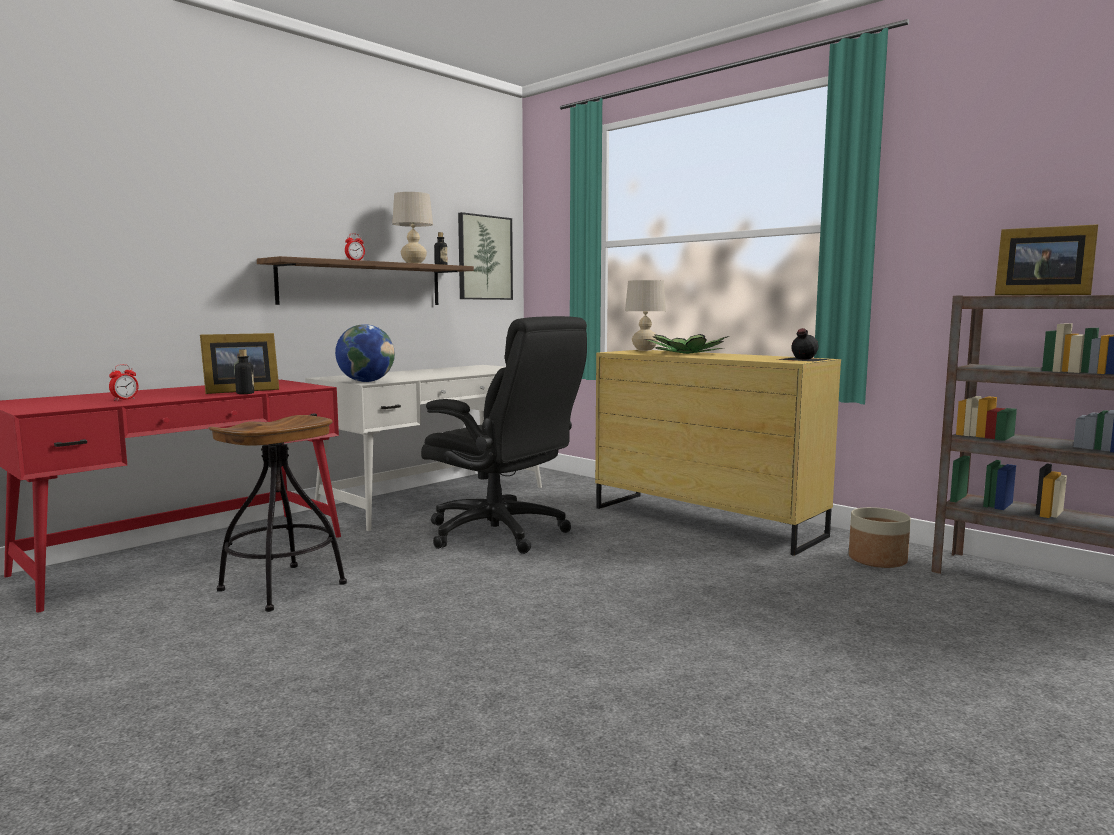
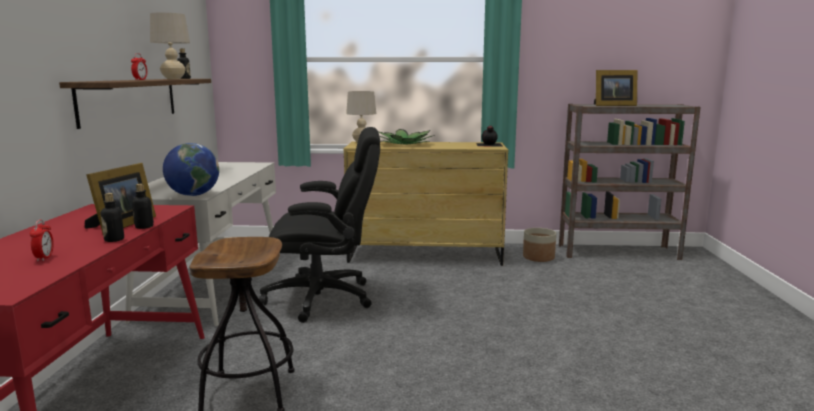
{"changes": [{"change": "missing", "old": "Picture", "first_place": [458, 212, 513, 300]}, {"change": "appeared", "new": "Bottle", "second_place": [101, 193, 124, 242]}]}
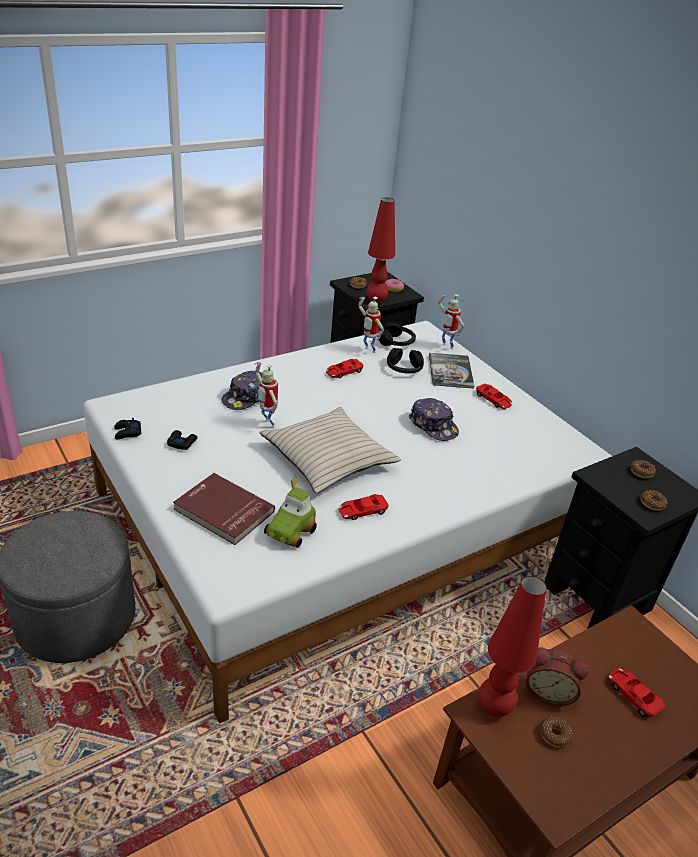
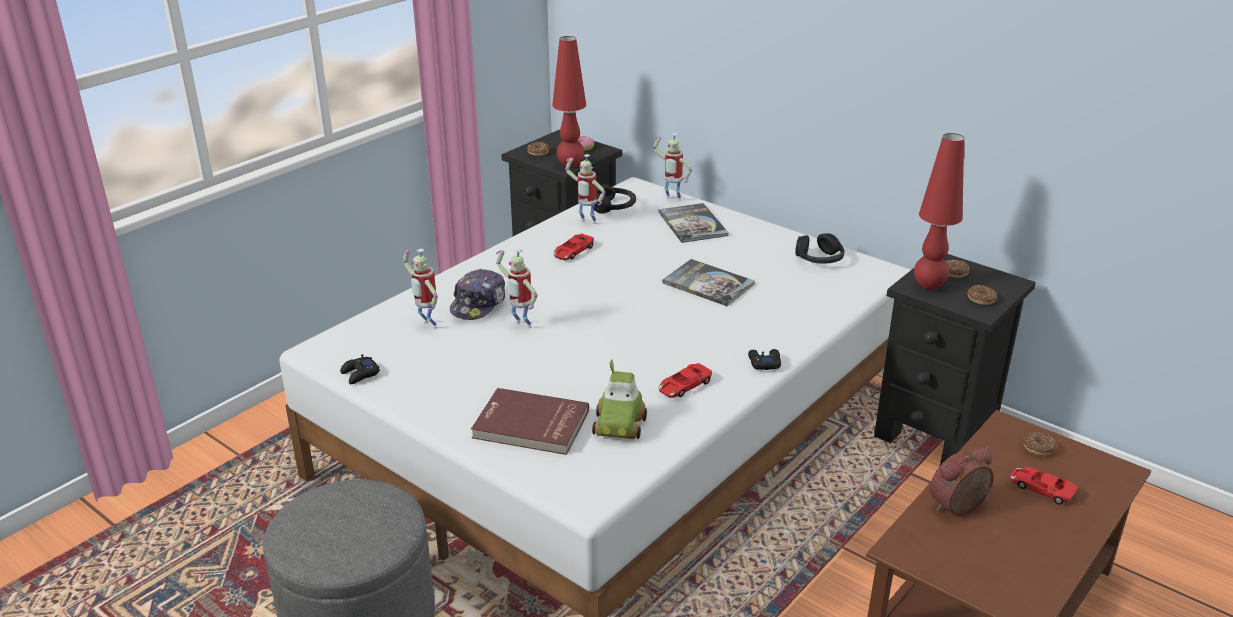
{"changes": [{"change": "relocated", "old": "BlackHeadphones", "first_place": [387, 348, 424, 374], "second_place": [795, 233, 845, 264]}, {"change": "missing", "old": "RedToyCar", "first_place": [476, 383, 512, 409]}, {"change": "exchanged", "old": "Cap", "new": "Book", "first_place": [409, 398, 459, 441], "second_place": [662, 259, 755, 306]}, {"change": "missing", "old": "BeigePillow", "first_place": [260, 407, 401, 493]}, {"change": "relocated", "old": "BlackGameController", "first_place": [167, 430, 197, 450], "second_place": [748, 349, 781, 370]}, {"change": "relocated", "old": "RedTableLamp", "first_place": [479, 576, 547, 717], "second_place": [914, 133, 964, 290]}, {"change": "spun", "old": "AlarmClock", "first_place": [526, 647, 589, 706], "second_place": [930, 447, 994, 516], "degrees": 150}, {"change": "relocated", "old": "Donut", "first_place": [540, 716, 572, 747], "second_place": [1023, 432, 1056, 456]}, {"change": "appeared", "new": "ToyRobot", "second_place": [401, 248, 438, 329]}]}
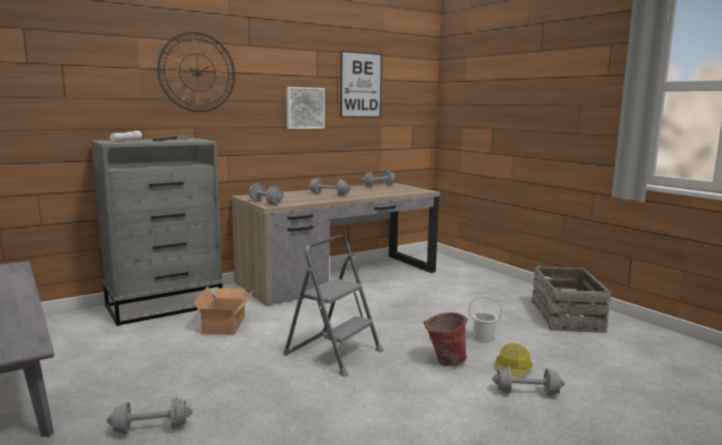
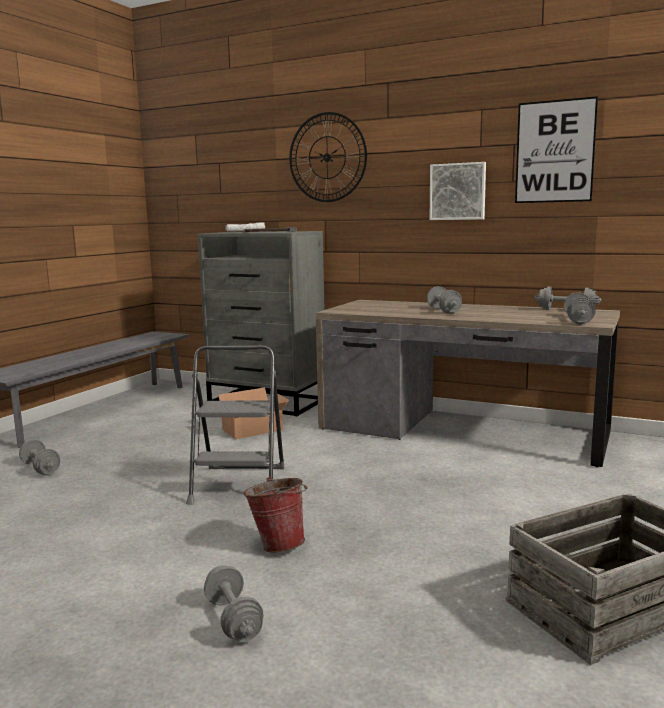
{"changes": [{"change": "relocated", "old": "GreyDumbbell", "first_place": [248, 183, 283, 205], "second_place": [564, 292, 596, 324]}, {"change": "missing", "old": "WhiteBucket", "first_place": [469, 295, 502, 343]}, {"change": "missing", "old": "HardHat", "first_place": [496, 343, 532, 377]}]}
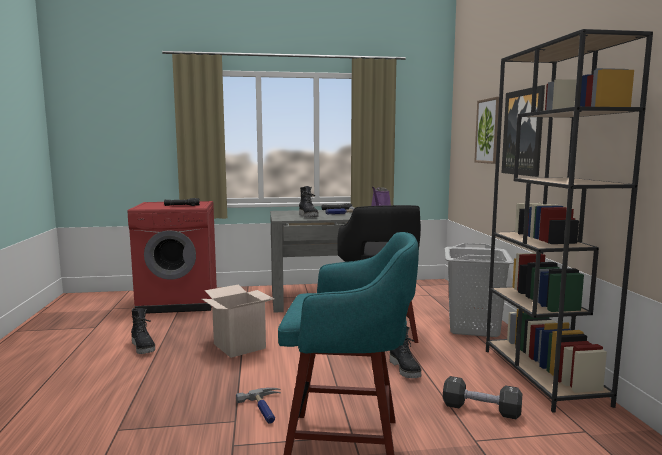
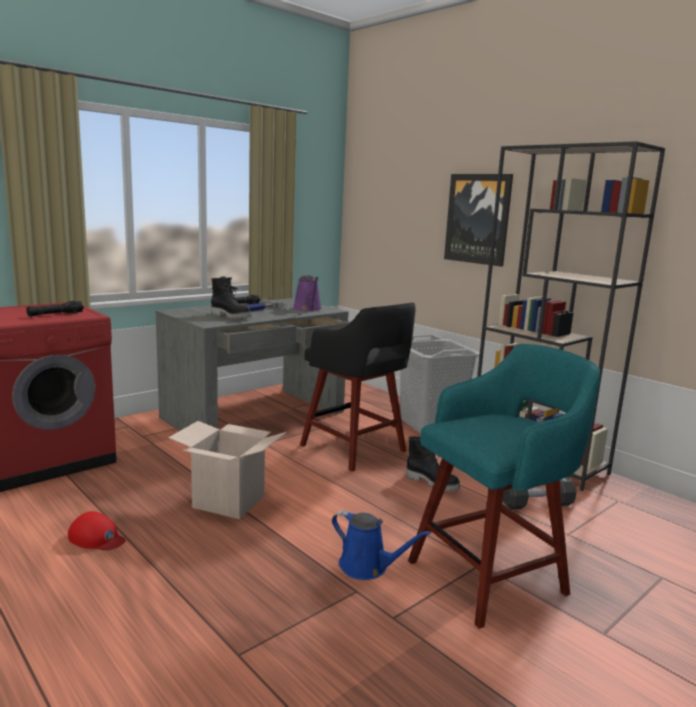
{"changes": [{"change": "missing", "old": "Picture", "first_place": [474, 97, 499, 164]}, {"change": "exchanged", "old": "BlackBoot", "new": "RedCap", "first_place": [131, 308, 155, 354], "second_place": [68, 511, 126, 551]}, {"change": "exchanged", "old": "Hammer", "new": "BlueWateringCan", "first_place": [236, 388, 281, 424], "second_place": [332, 510, 431, 580]}]}
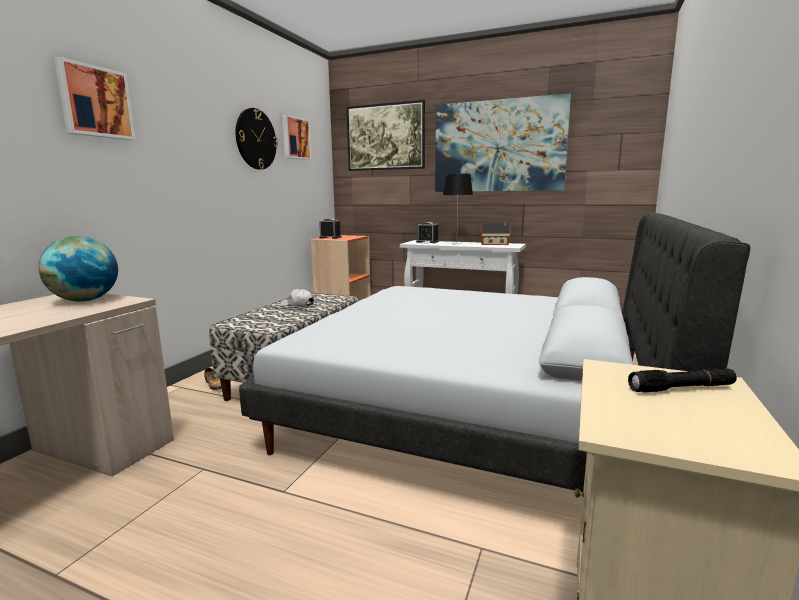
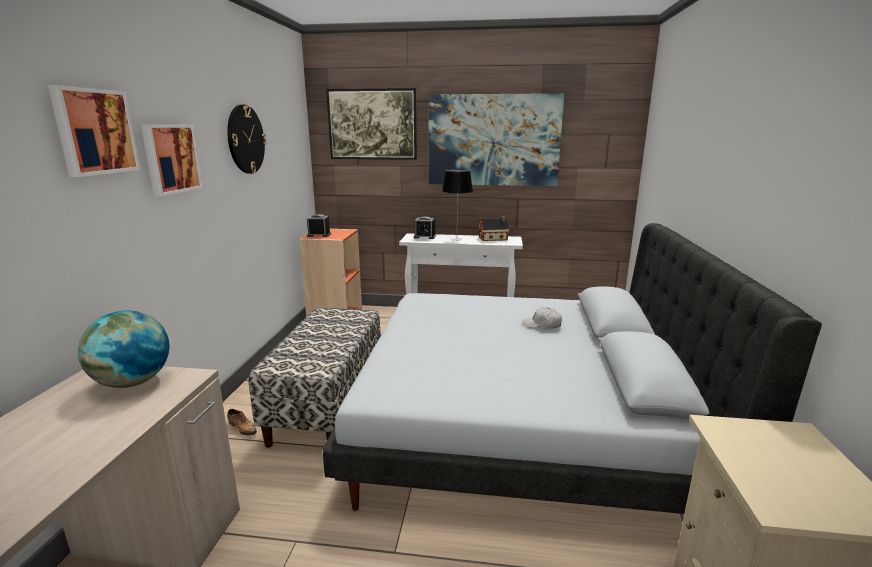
{"changes": [{"change": "relocated", "old": "Picture", "first_place": [282, 114, 312, 160], "second_place": [141, 124, 203, 196]}, {"change": "relocated", "old": "WhiteCap", "first_place": [280, 289, 314, 307], "second_place": [523, 307, 562, 328]}, {"change": "missing", "old": "BlackFlashlight", "first_place": [628, 368, 737, 392]}]}
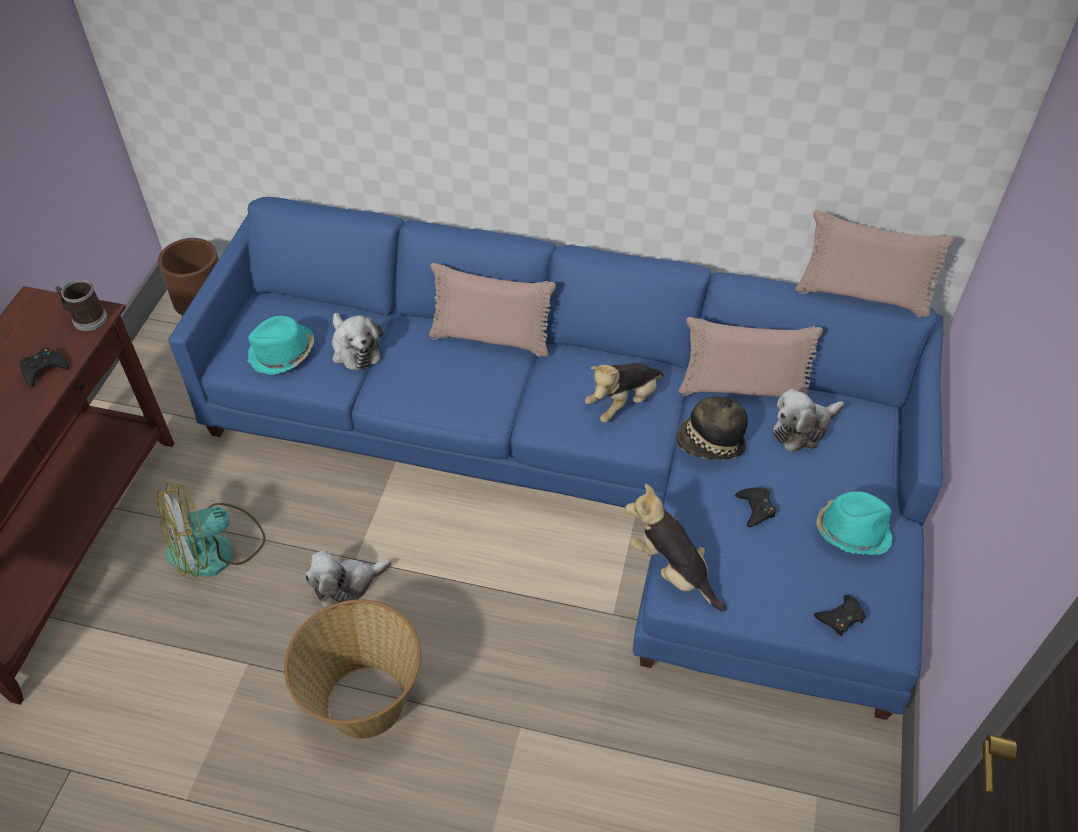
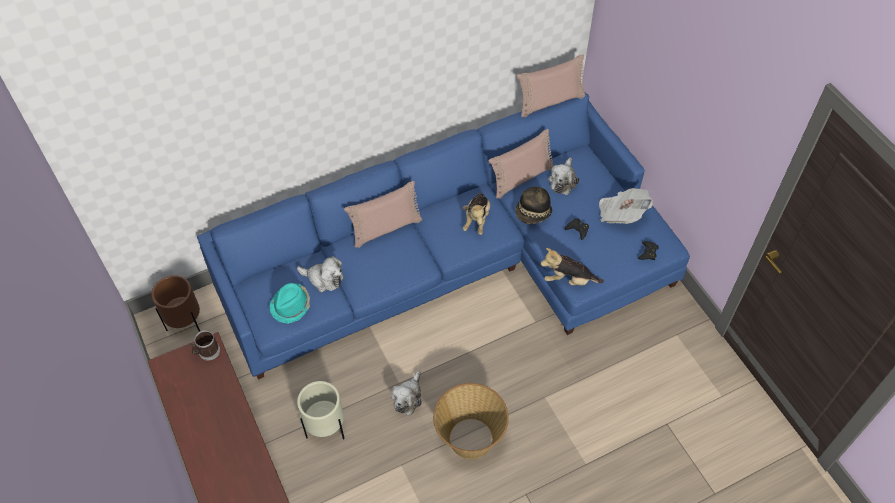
{"changes": [{"change": "missing", "old": "BlackGameController", "first_place": [20, 348, 69, 388]}, {"change": "exchanged", "old": "Fan", "new": "BeigePlanter", "first_place": [157, 483, 266, 578], "second_place": [297, 381, 345, 439]}, {"change": "exchanged", "old": "TurquoiseHat", "new": "Newspaper", "first_place": [816, 491, 893, 555], "second_place": [599, 188, 653, 224]}]}
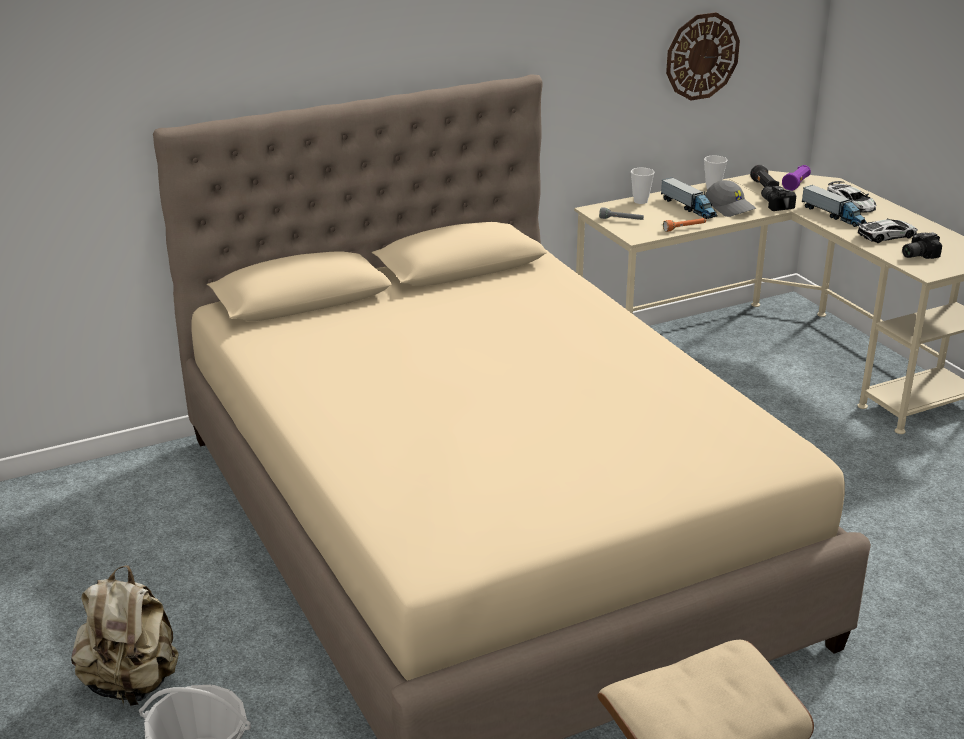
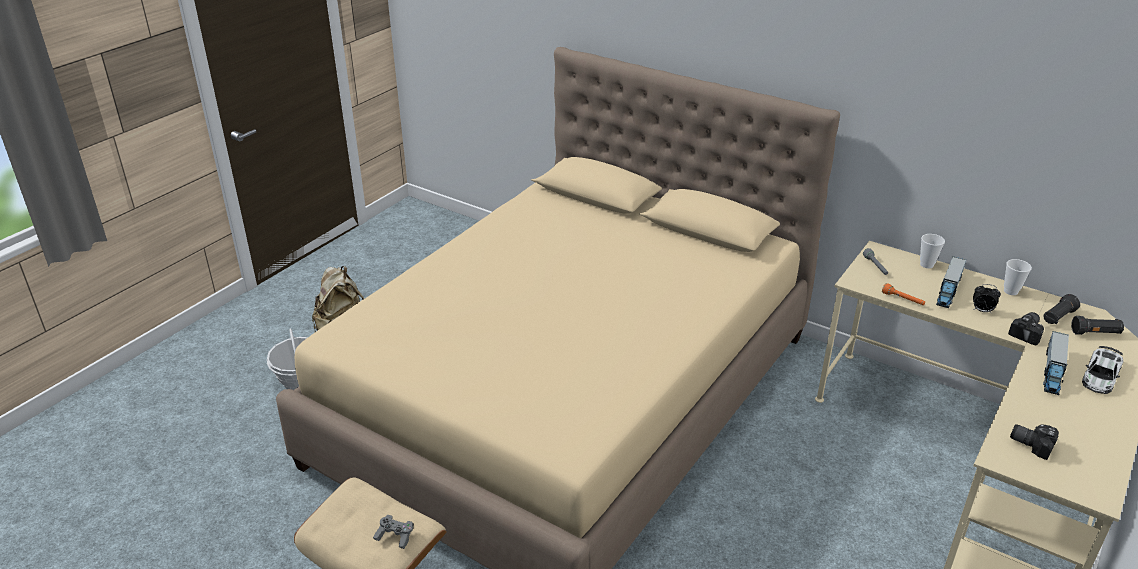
{"changes": [{"change": "missing", "old": "WallClock", "first_place": [666, 12, 740, 101]}, {"change": "colour", "old": "PurpleFlashlight", "new": "BlackFlashlight", "first_place": [782, 165, 811, 191], "second_place": [1071, 316, 1124, 335]}, {"change": "exchanged", "old": "GreyCap", "new": "AlarmClock", "first_place": [705, 180, 756, 217], "second_place": [973, 284, 1001, 314]}, {"change": "missing", "old": "ToyCar", "first_place": [857, 218, 918, 243]}, {"change": "appeared", "new": "GreyGameController", "second_place": [373, 515, 414, 549]}]}
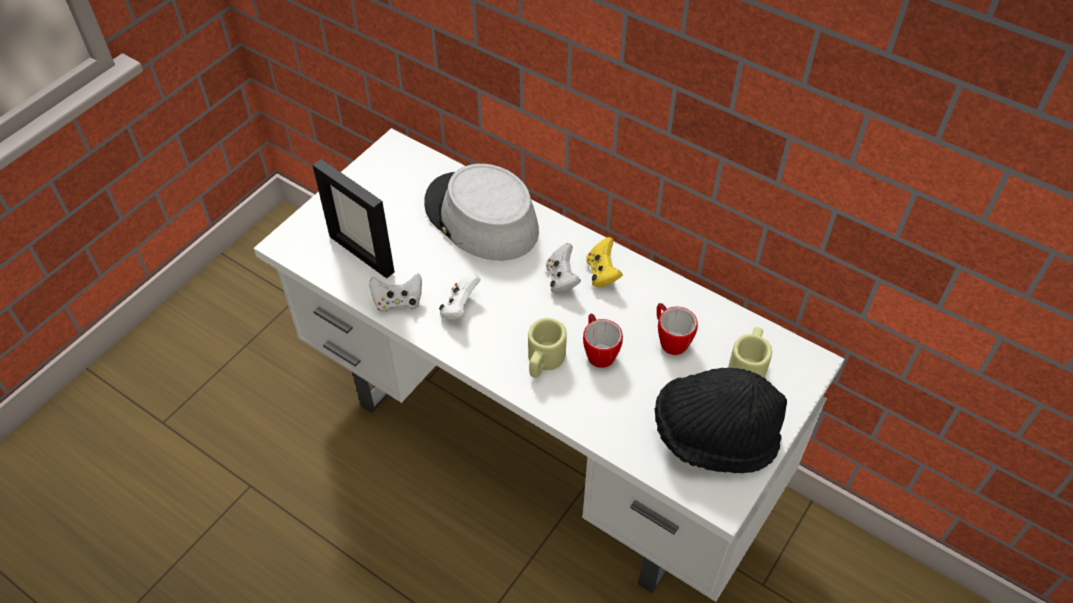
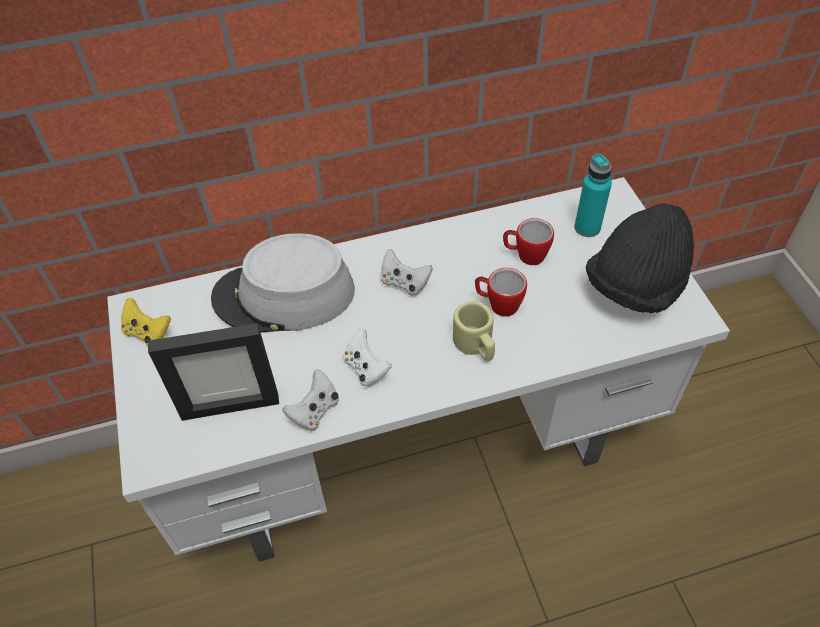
{"changes": [{"change": "relocated", "old": "YellowGameController", "first_place": [586, 237, 623, 288], "second_place": [121, 298, 171, 346]}, {"change": "exchanged", "old": "BeigeMug", "new": "TurquoiseBottle", "first_place": [728, 327, 772, 378], "second_place": [574, 154, 612, 237]}]}
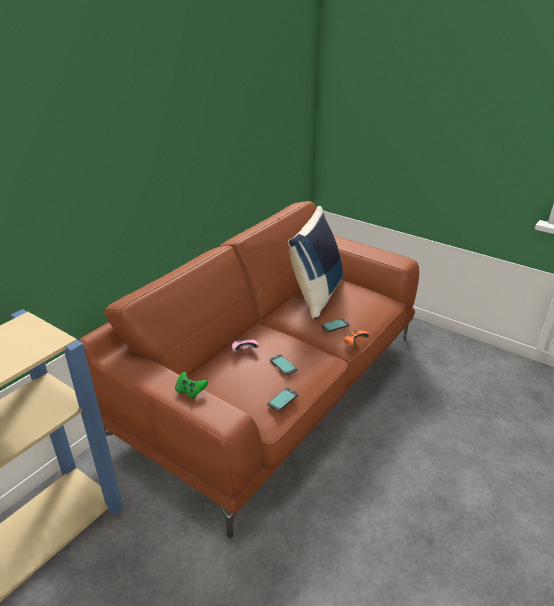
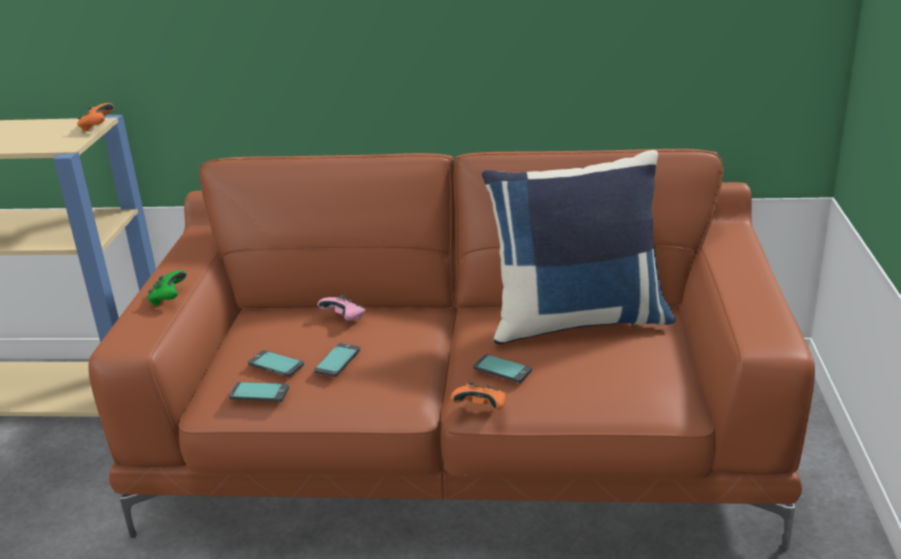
{"changes": [{"change": "appeared", "new": "OrangeGameController", "second_place": [77, 103, 114, 132]}, {"change": "appeared", "new": "Phone", "second_place": [248, 350, 304, 377]}]}
